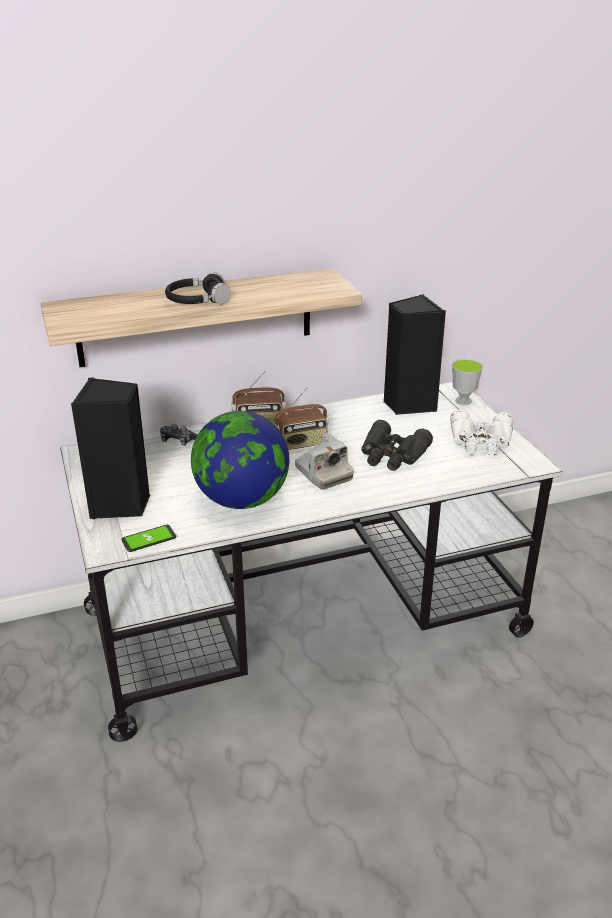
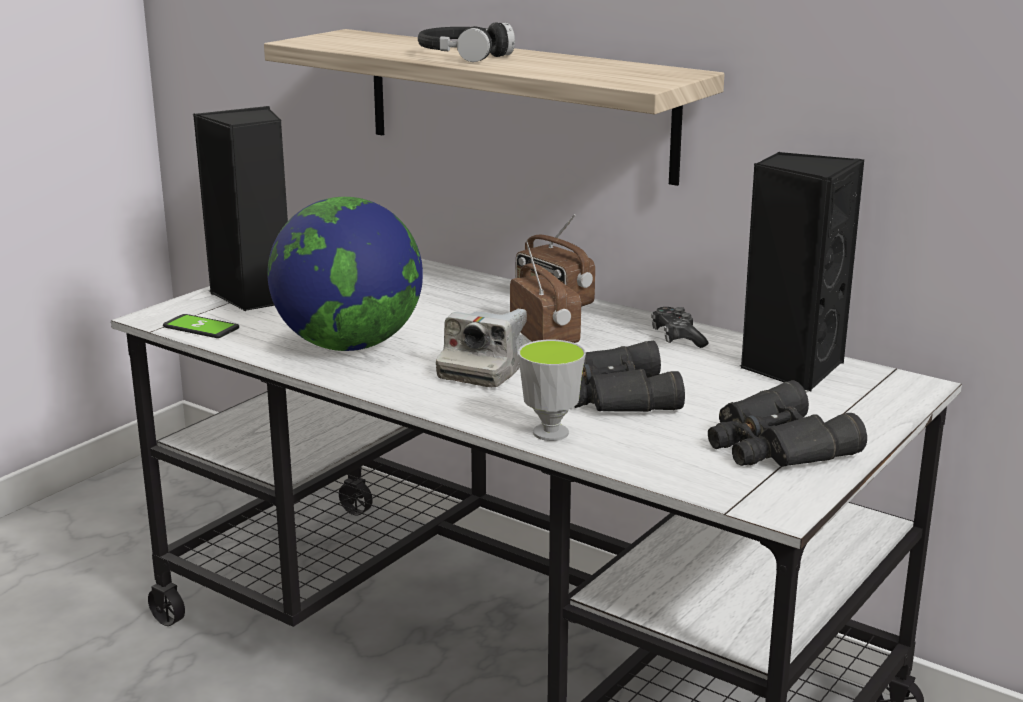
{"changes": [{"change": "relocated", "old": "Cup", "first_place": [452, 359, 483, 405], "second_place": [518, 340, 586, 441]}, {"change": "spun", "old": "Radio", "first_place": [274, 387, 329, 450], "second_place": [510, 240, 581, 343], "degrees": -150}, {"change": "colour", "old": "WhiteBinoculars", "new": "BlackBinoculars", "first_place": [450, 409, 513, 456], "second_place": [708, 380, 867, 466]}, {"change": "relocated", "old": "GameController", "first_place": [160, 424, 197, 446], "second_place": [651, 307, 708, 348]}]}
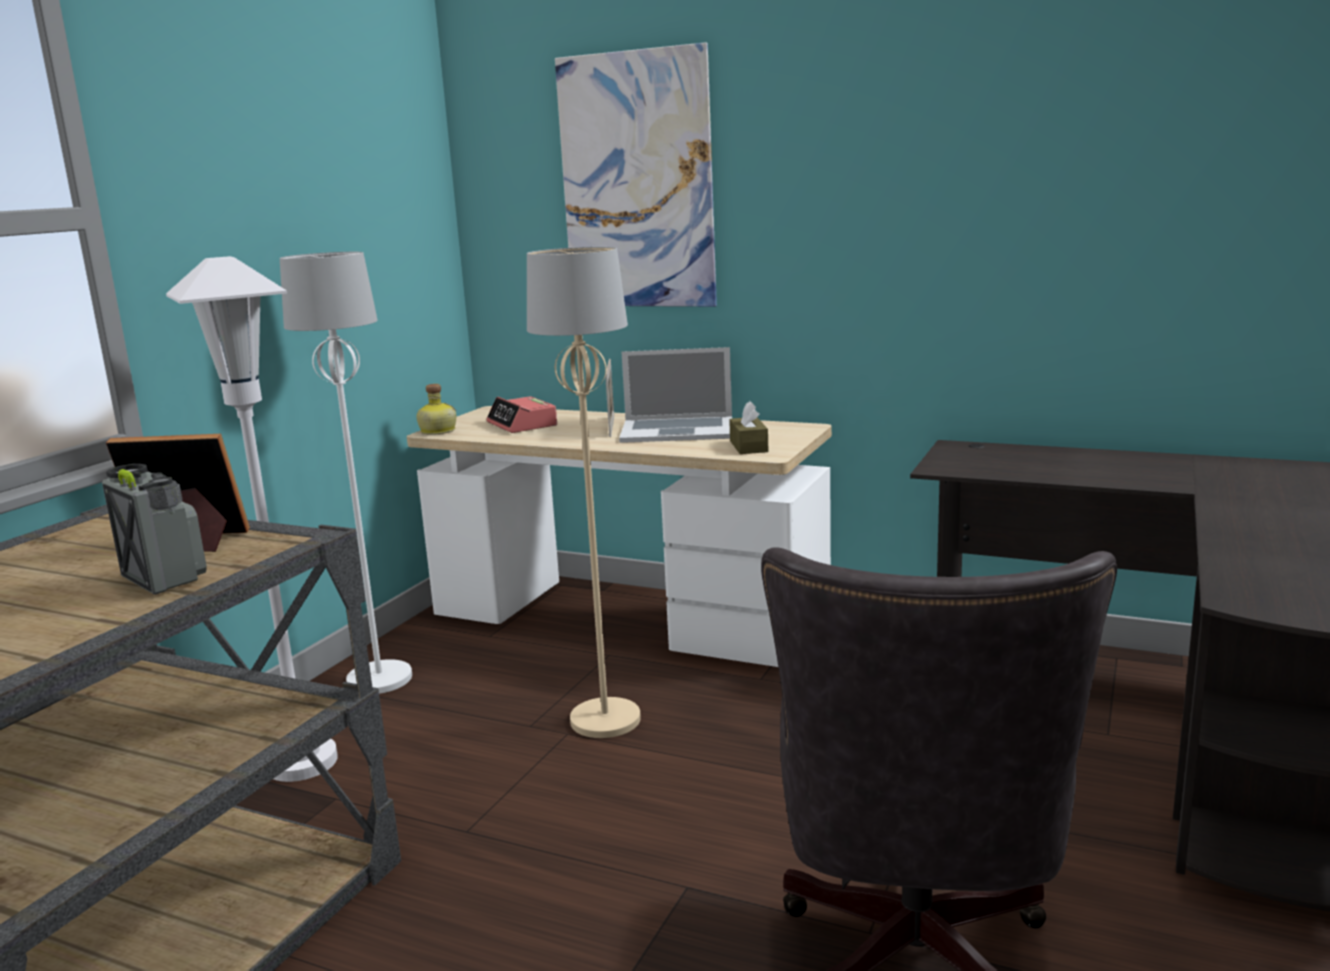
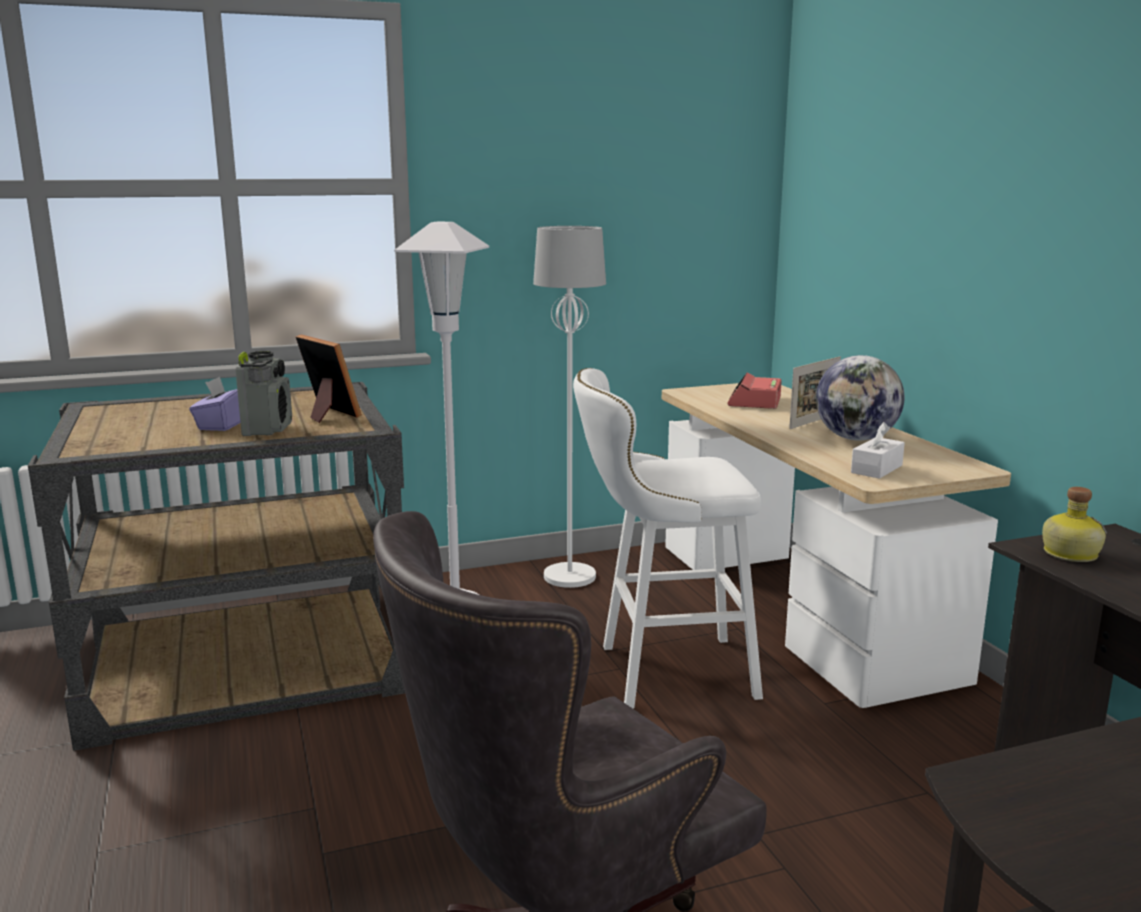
{"changes": [{"change": "missing", "old": "Picture", "first_place": [555, 42, 717, 307]}, {"change": "exchanged", "old": "BeigeFloorLamp", "new": "WhiteStool", "first_place": [527, 247, 641, 738], "second_place": [573, 368, 763, 709]}, {"change": "exchanged", "old": "Laptop", "new": "Globe", "first_place": [619, 347, 732, 443], "second_place": [816, 355, 904, 441]}, {"change": "relocated", "old": "Bottle", "first_place": [416, 384, 456, 435], "second_place": [1042, 487, 1107, 562]}, {"change": "colour", "old": "BrownTissueBox", "new": "WhiteTissueBox", "first_place": [729, 401, 769, 454], "second_place": [851, 422, 905, 479]}, {"change": "appeared", "new": "PurpleTissueBox", "second_place": [189, 376, 241, 431]}]}
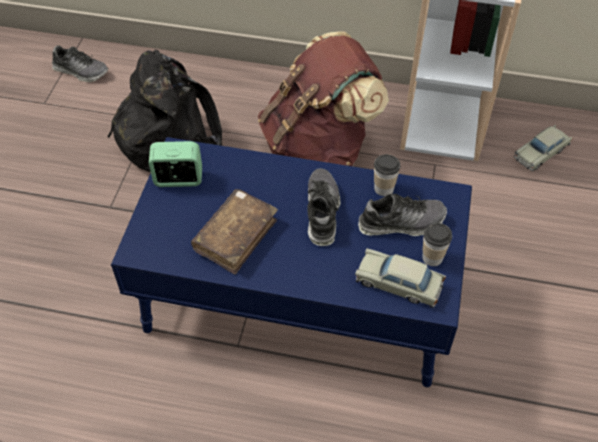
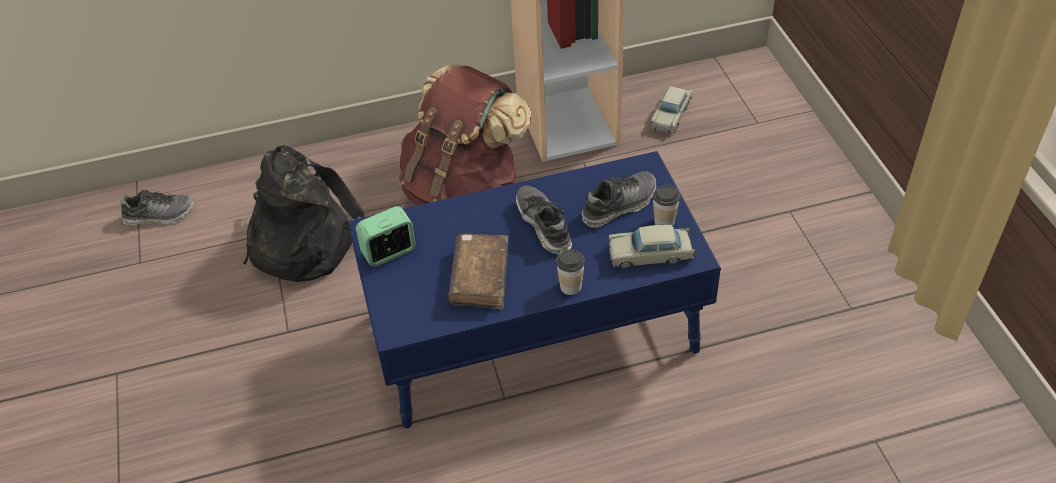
{"changes": [{"change": "relocated", "old": "Cup", "first_place": [374, 154, 400, 196], "second_place": [556, 249, 585, 295]}]}
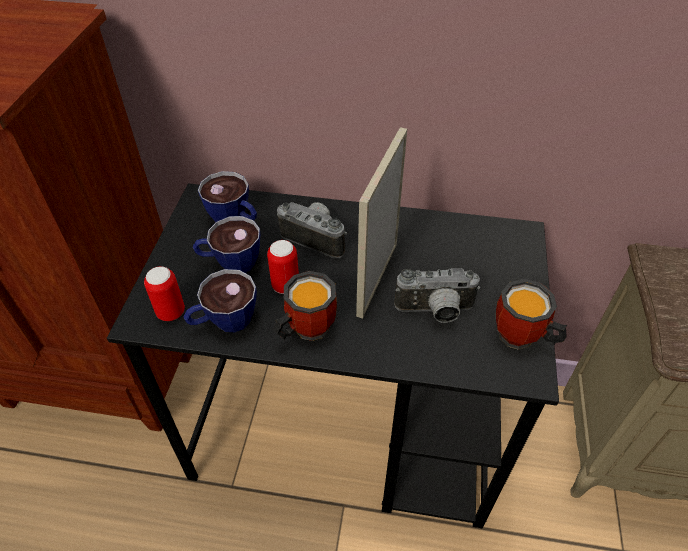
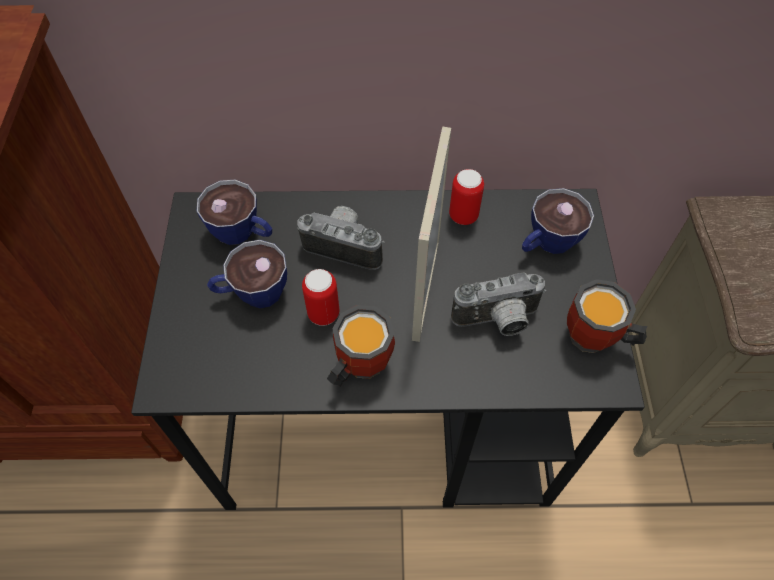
{"changes": [{"change": "relocated", "old": "Can", "first_place": [144, 266, 185, 321], "second_place": [449, 169, 484, 225]}, {"change": "relocated", "old": "Cup", "first_place": [184, 269, 257, 332], "second_place": [522, 188, 594, 254]}]}
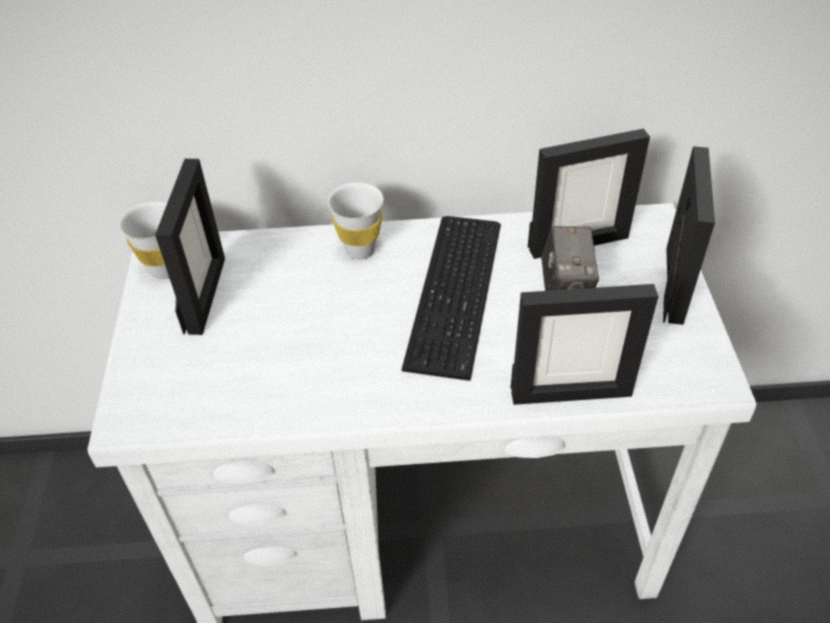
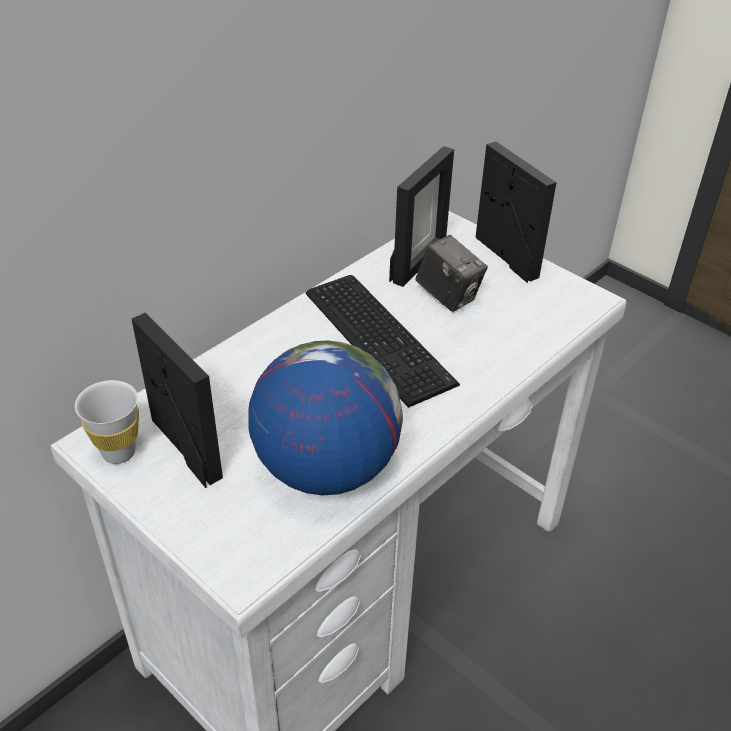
{"changes": [{"change": "missing", "old": "WhiteCup", "first_place": [328, 182, 383, 260]}, {"change": "missing", "old": "PictureFrame", "first_place": [511, 284, 658, 405]}, {"change": "appeared", "new": "Globe", "second_place": [248, 340, 403, 495]}]}
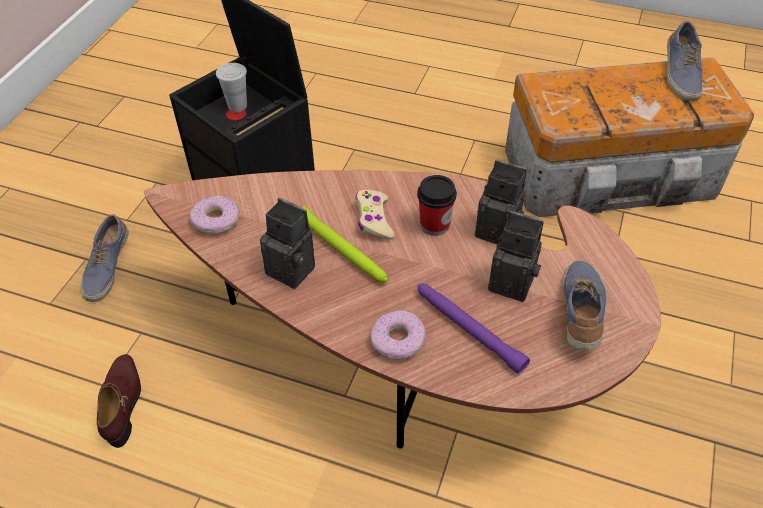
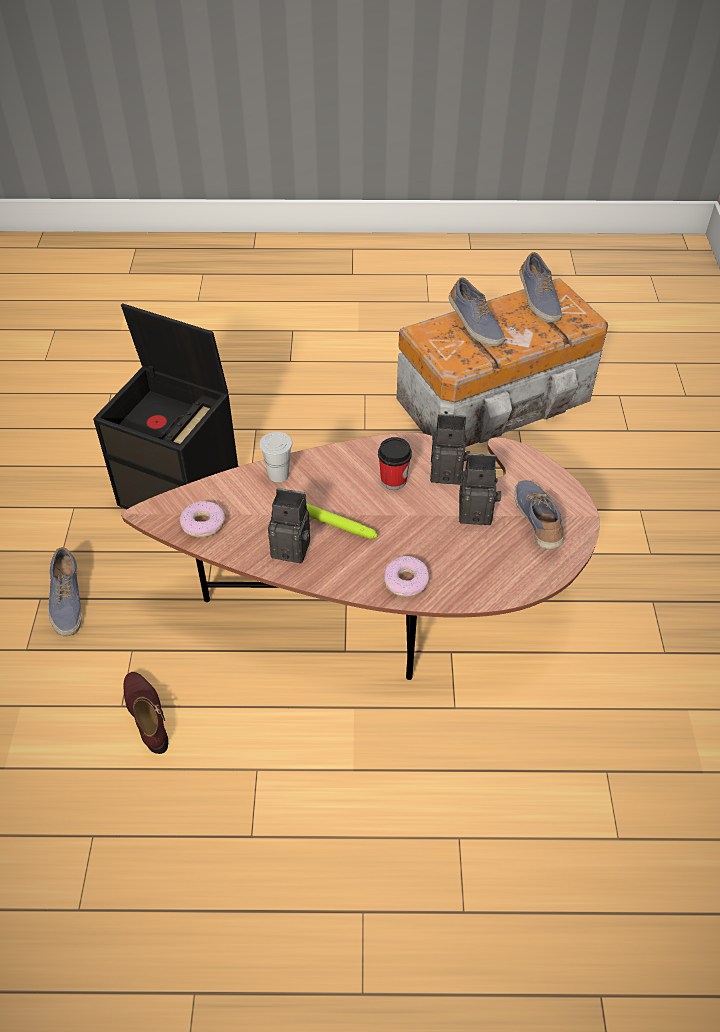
{"changes": [{"change": "relocated", "old": "WhiteCup", "first_place": [216, 63, 247, 112], "second_place": [259, 432, 292, 482]}, {"change": "missing", "old": "BeigeGameController", "first_place": [356, 190, 394, 240]}, {"change": "missing", "old": "PurpleFlashlight", "first_place": [417, 284, 530, 374]}, {"change": "appeared", "new": "Shoe", "second_place": [449, 277, 506, 346]}]}
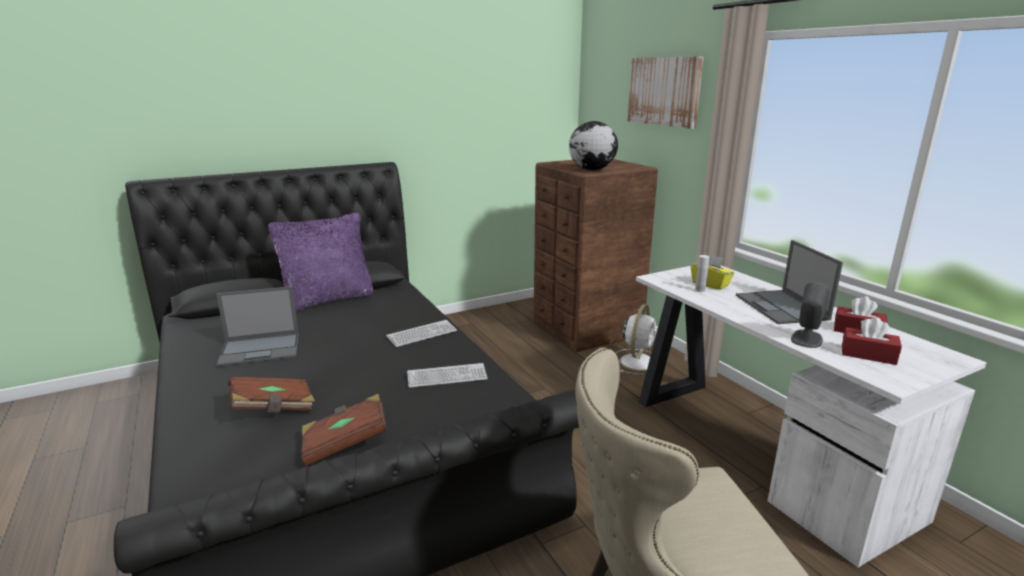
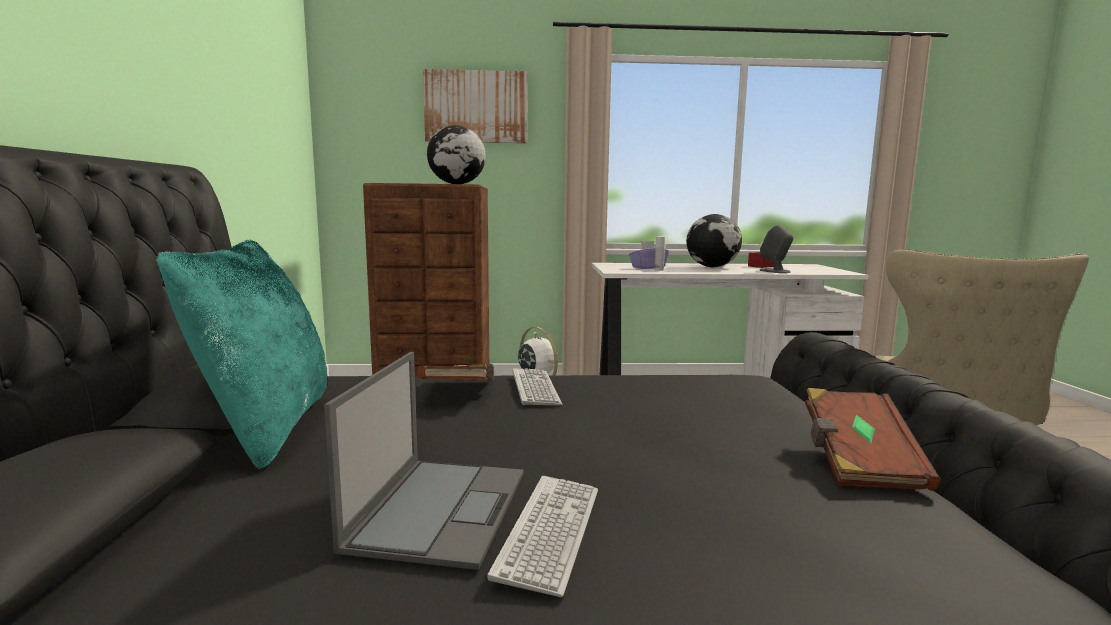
{"changes": [{"change": "colour", "old": "PurplePillow", "new": "TurquoisePillow", "first_place": [268, 212, 373, 311], "second_place": [157, 239, 327, 469]}, {"change": "exchanged", "old": "Laptop", "new": "Globe", "first_place": [736, 240, 843, 324], "second_place": [686, 214, 742, 267]}, {"change": "colour", "old": "YellowTissueBox", "new": "PurpleTissueBox", "first_place": [691, 255, 735, 290], "second_place": [629, 241, 669, 269]}, {"change": "missing", "old": "RedTissueBox", "first_place": [842, 317, 902, 365]}, {"change": "relocated", "old": "Keyboard", "first_place": [407, 363, 488, 388], "second_place": [487, 476, 598, 597]}, {"change": "relocated", "old": "BrownBook", "first_place": [228, 376, 315, 413], "second_place": [416, 364, 494, 381]}]}
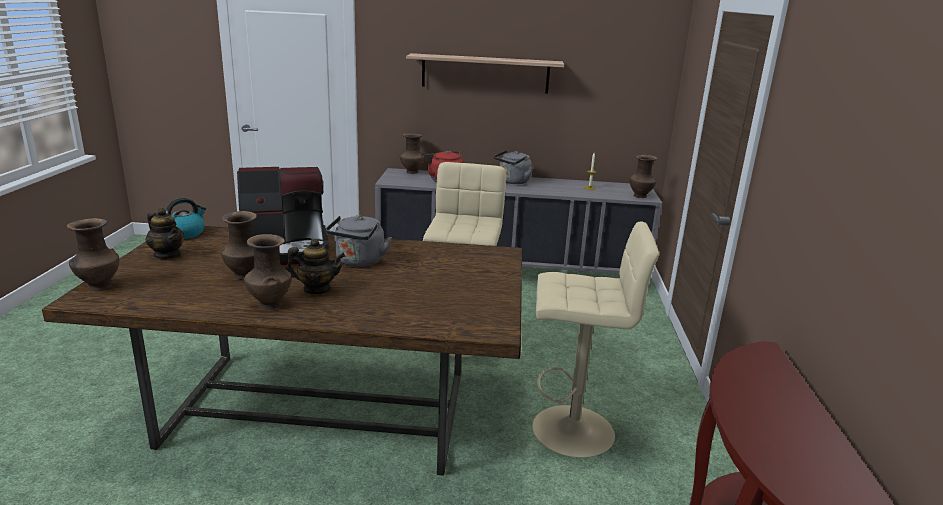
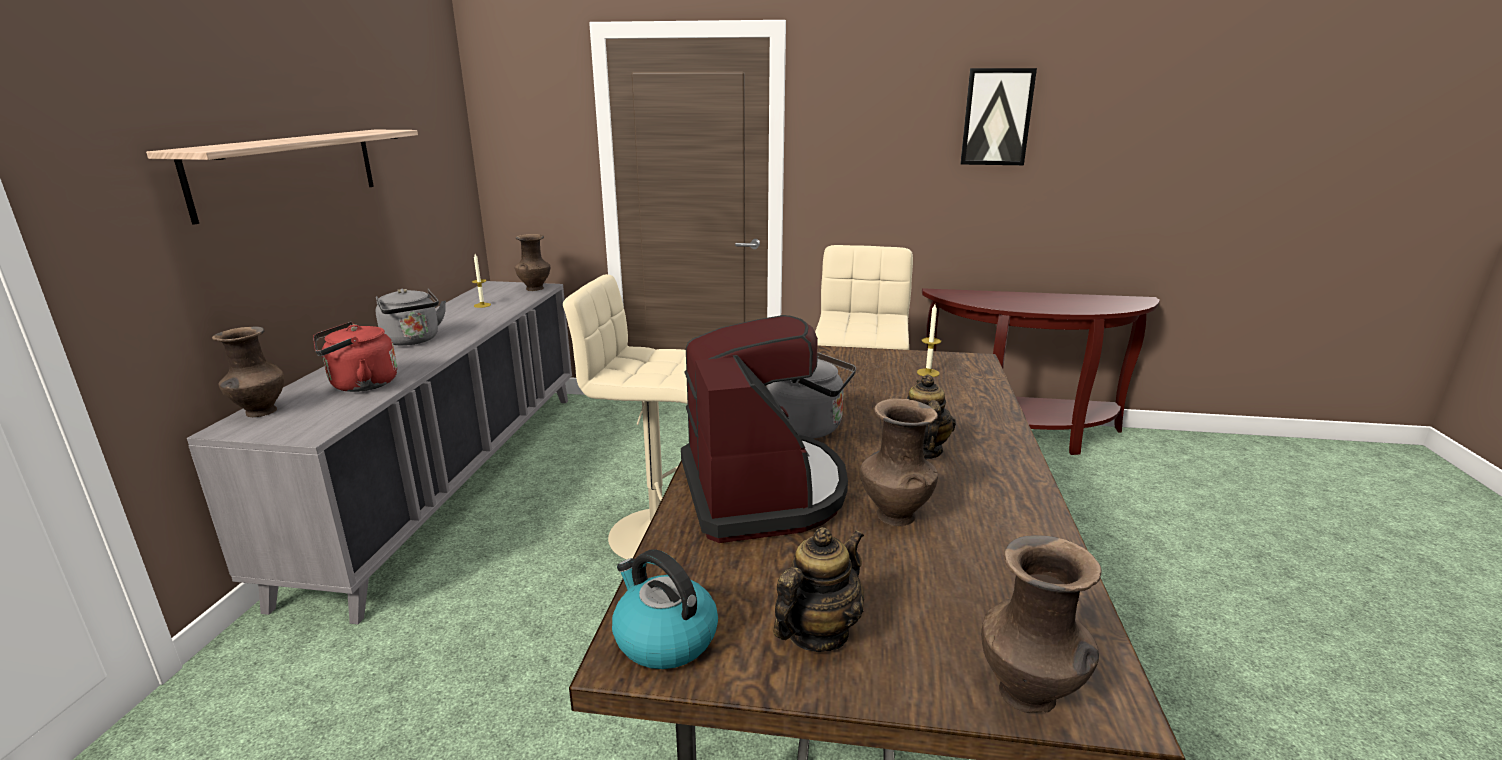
{"changes": [{"change": "missing", "old": "BrownVase", "first_place": [244, 234, 291, 310]}, {"change": "appeared", "new": "Picture", "second_place": [960, 68, 1037, 165]}, {"change": "appeared", "new": "Candle", "second_place": [917, 304, 941, 377]}]}
